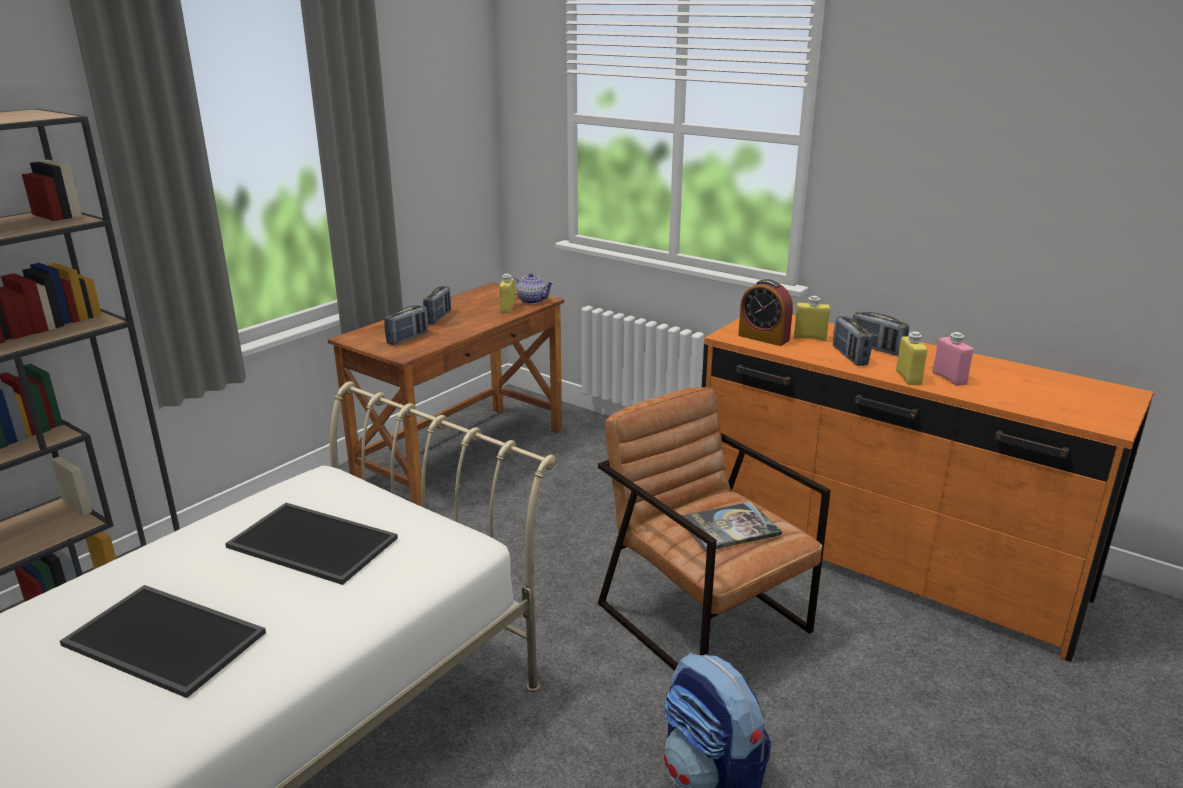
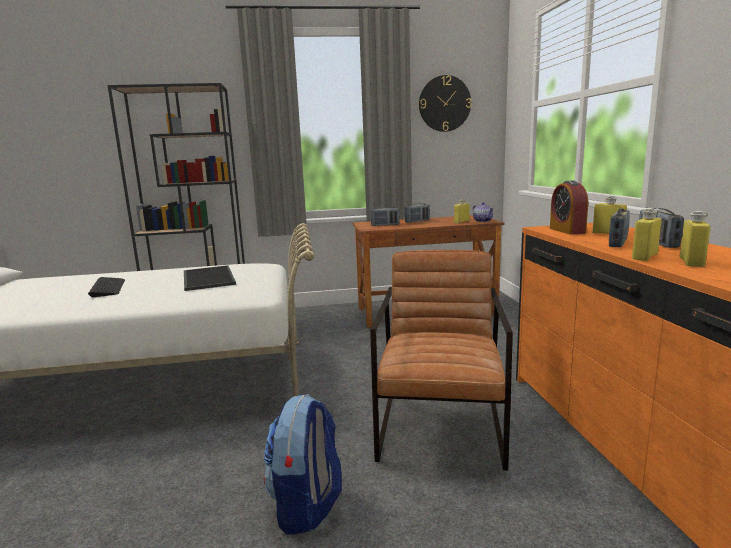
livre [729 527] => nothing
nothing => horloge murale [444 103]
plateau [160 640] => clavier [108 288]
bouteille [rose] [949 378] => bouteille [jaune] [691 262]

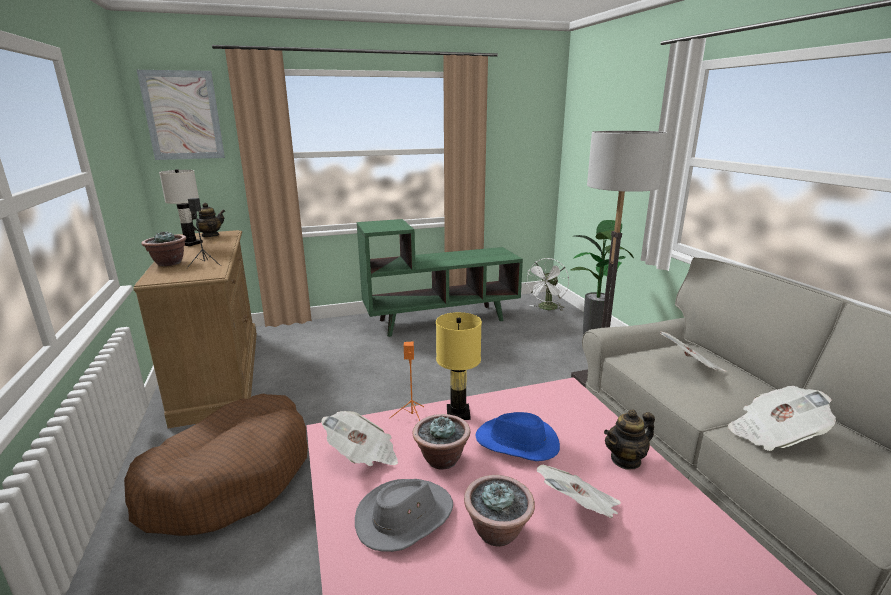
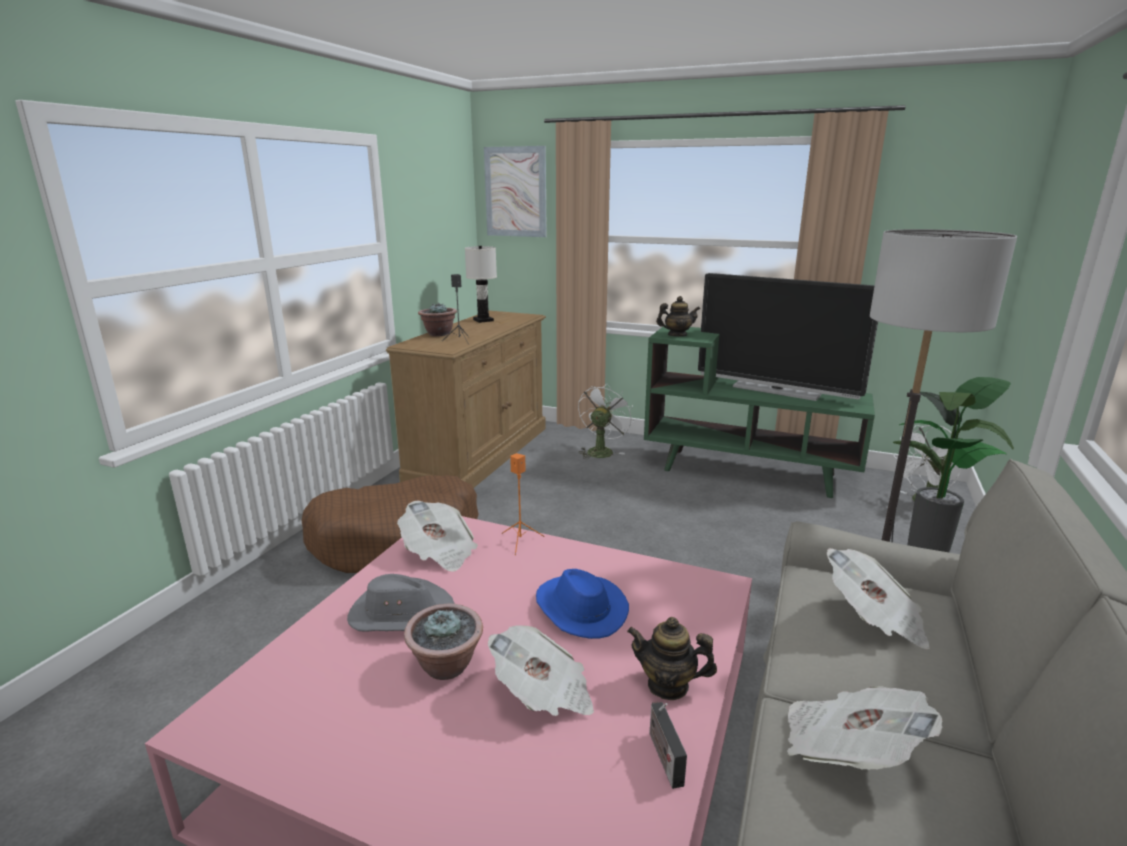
plante en pot [441 459] => nothing
lampe de table [jaune] [457 413] => nothing
nothing => ventilateur [blanc] [601 451]
nothing => radio [663 756]
nothing => téléviseur [776 390]
théière [210 236] => théière [677 335], relocated

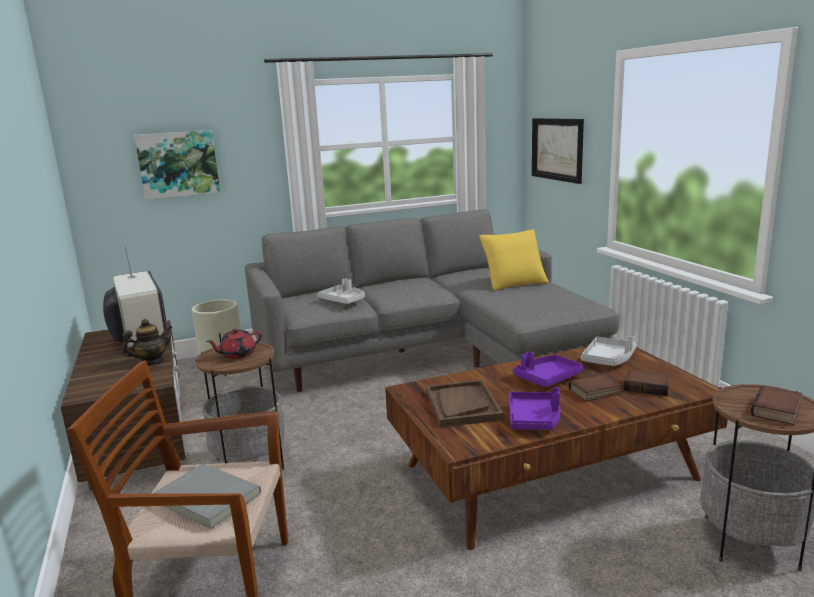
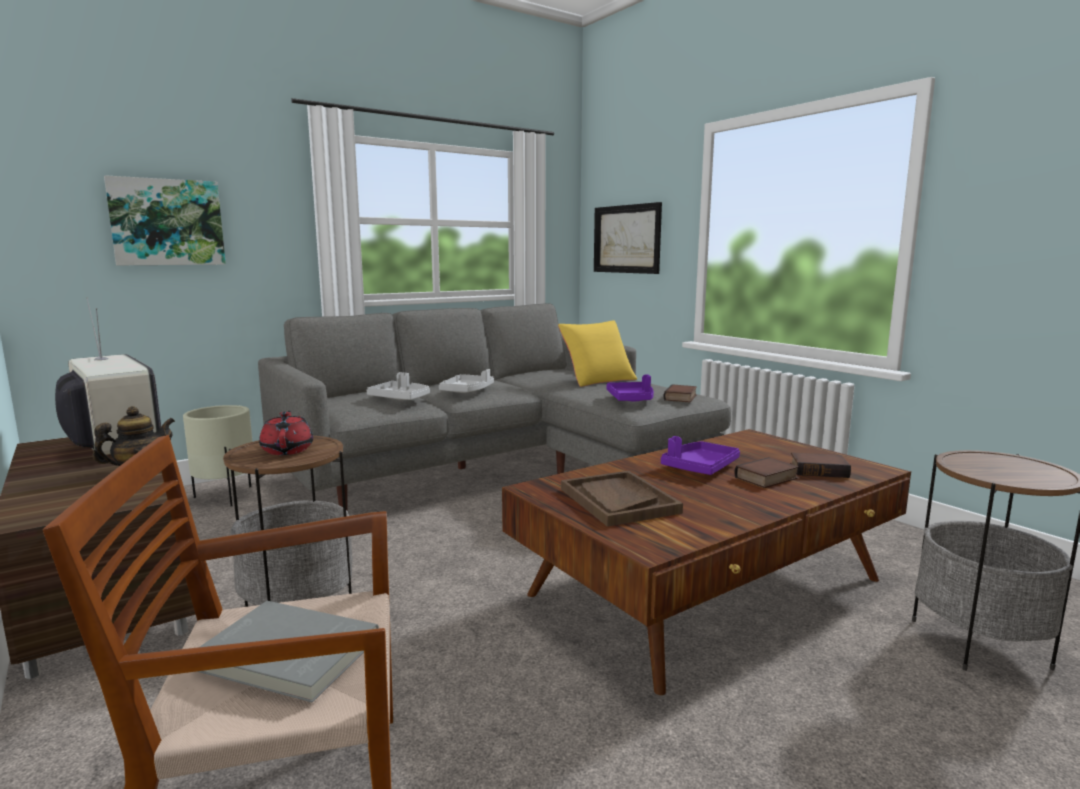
plateau [violet] [534 419] => plateau [violet] [631 399], relocated
plateau [gris] [608 359] => plateau [gris] [467 391], relocated
livre [778 411] => livre [681 398], relocated
théière [rouge] [237 354] => théière [rouge] [288 450], 120 degrees clockwise

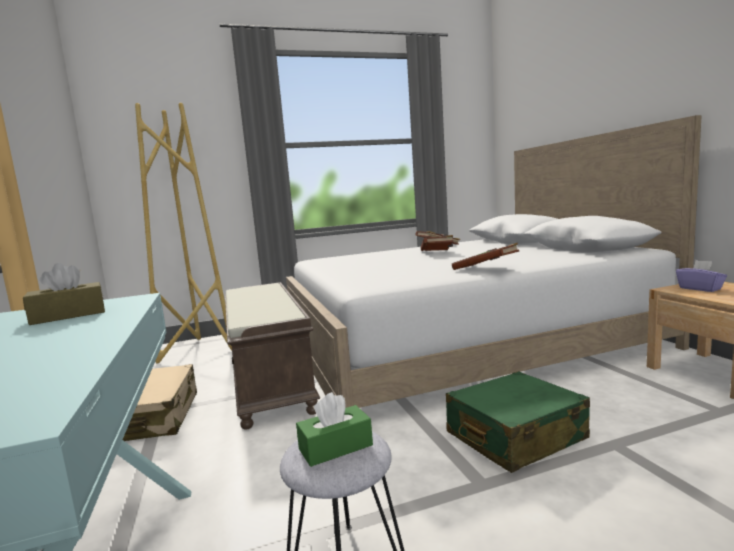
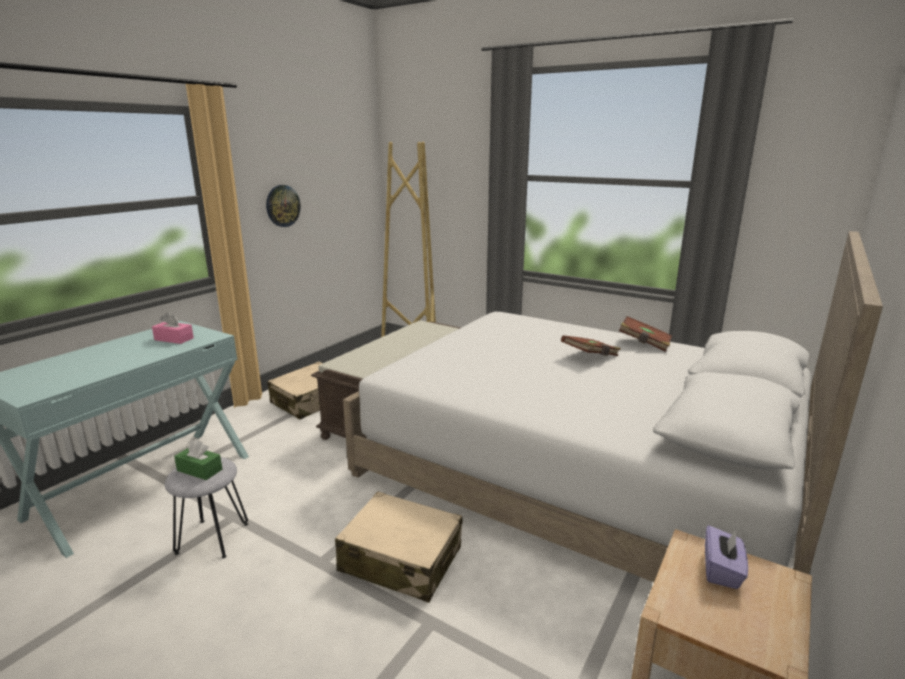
livre [marron] [485 269] => nothing
nothing => horloge murale [282 206]
boîte à mouchoirs [marron] [68 315] => boîte à mouchoirs [rose] [174 339]
valise [vert] [515 436] => valise [beige] [401 559]

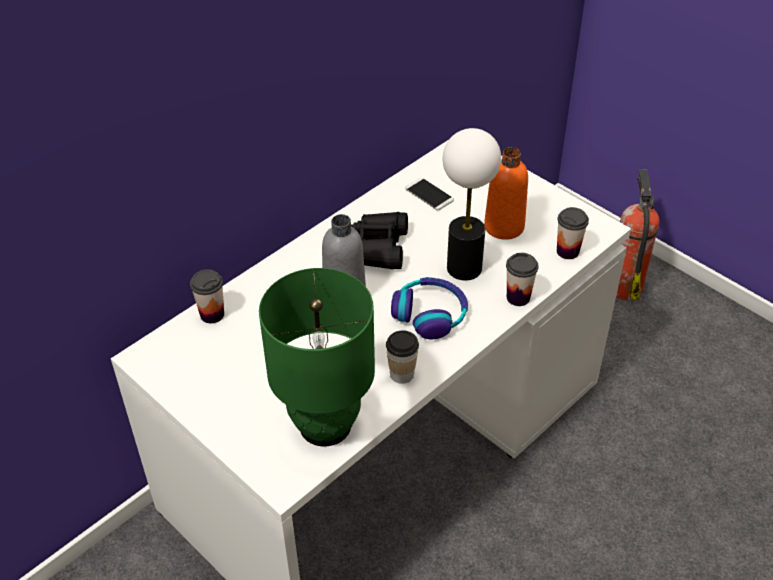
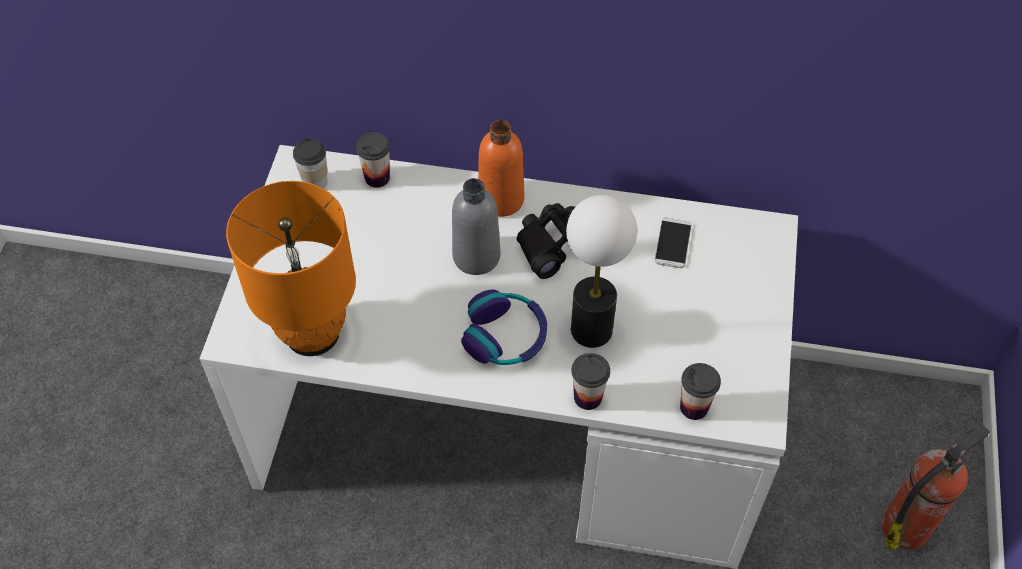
tasse [402 374] => tasse [315 182], relocated
bouteille [orange] [504 227] => bouteille [orange] [501 199], relocated
lampe de table [vert] [325 425] => lampe de table [orange] [313 333]

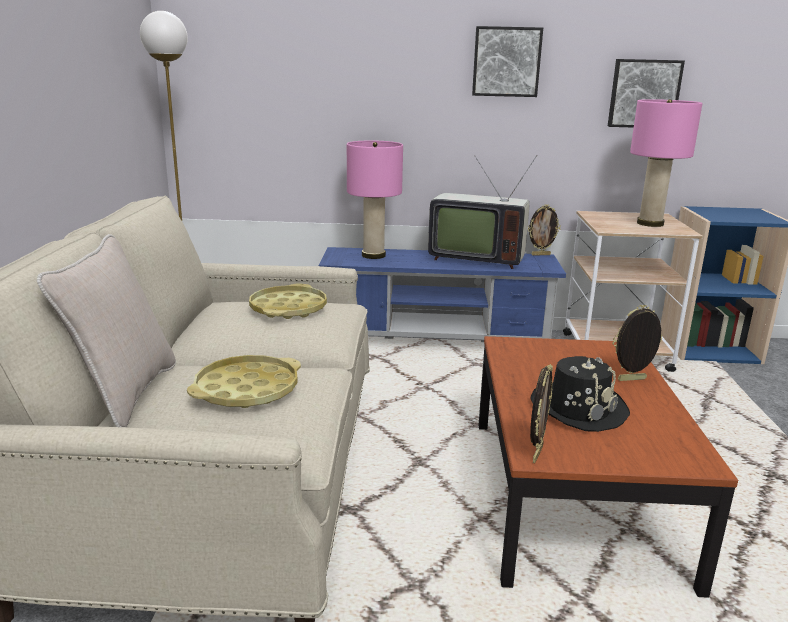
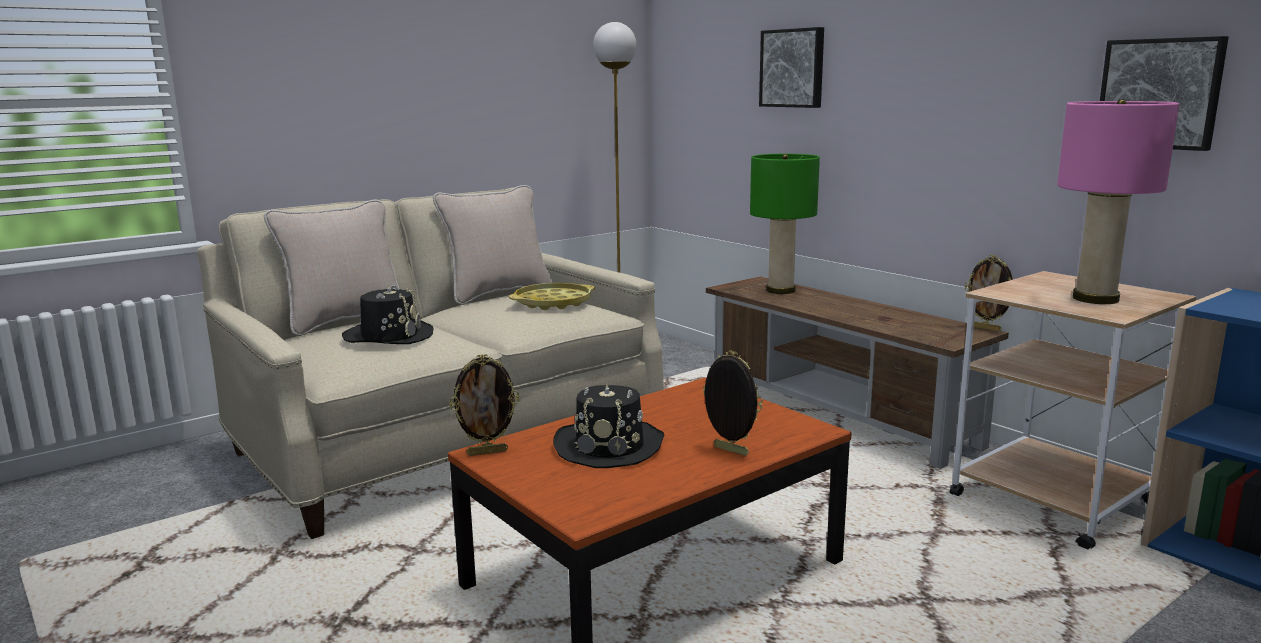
téléviseur [475 258] => nothing
nothing => coussin [beige] [497 294]
tableau [506 62] => tableau [793 68], relocated
plateau [jaune] [247 390] => chapeau [noir] [389 336]
meuble télé [bleu] [437 340] => meuble télé [marron] [837 414]
lampe de table [rose] [373 255] => lampe de table [vert] [780 290]

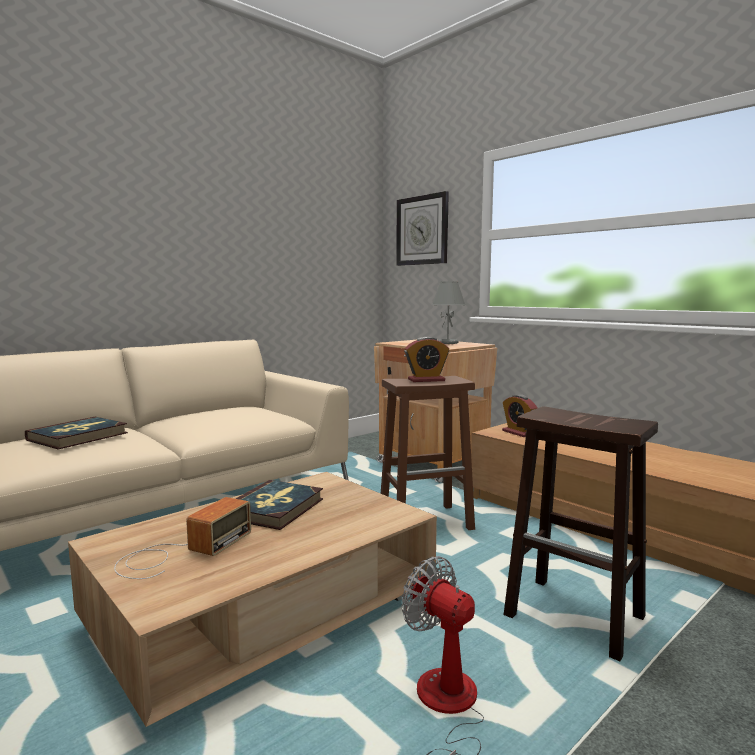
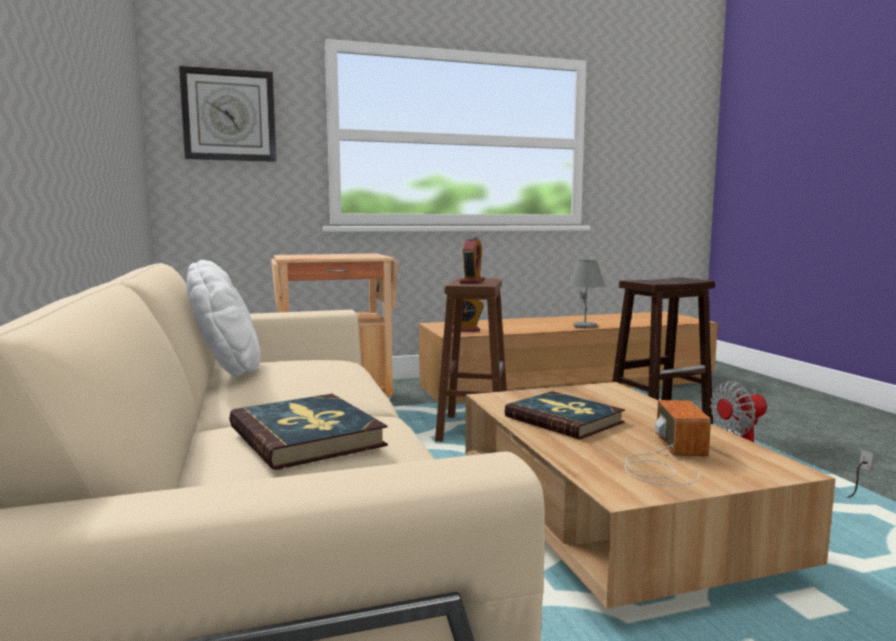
nothing => coussin [blanc] [227 372]
lampe de table [gris] [447 343] => lampe de table [gris] [585 326], relocated
radio [181 552] => radio [665 458], 45 degrees clockwise

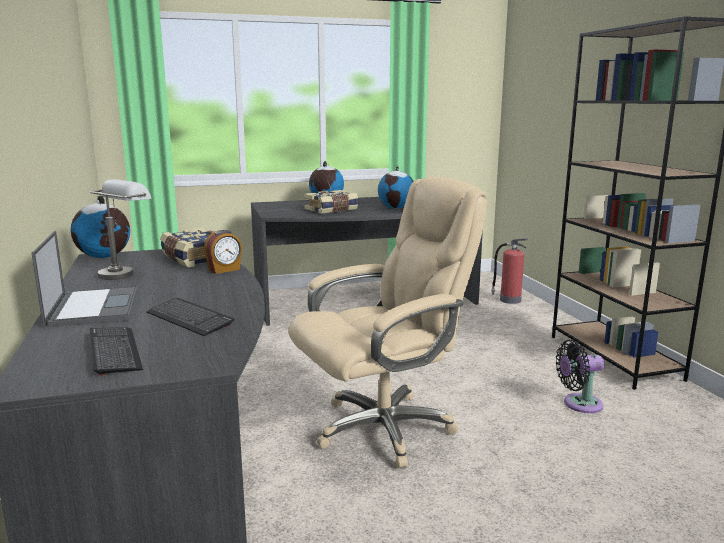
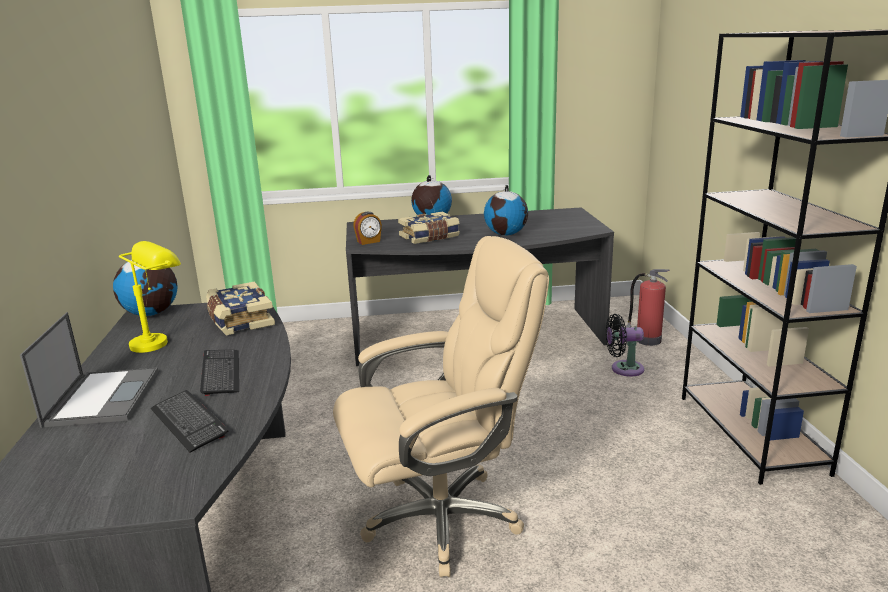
clavier [115 351] => clavier [221 373], relocated
réveil [224 270] => réveil [368 242], relocated
ventilateur [noir] [578 404] => ventilateur [noir] [623 369], relocated
lampe de table [gris] [125 272] => lampe de table [jaune] [160 340]

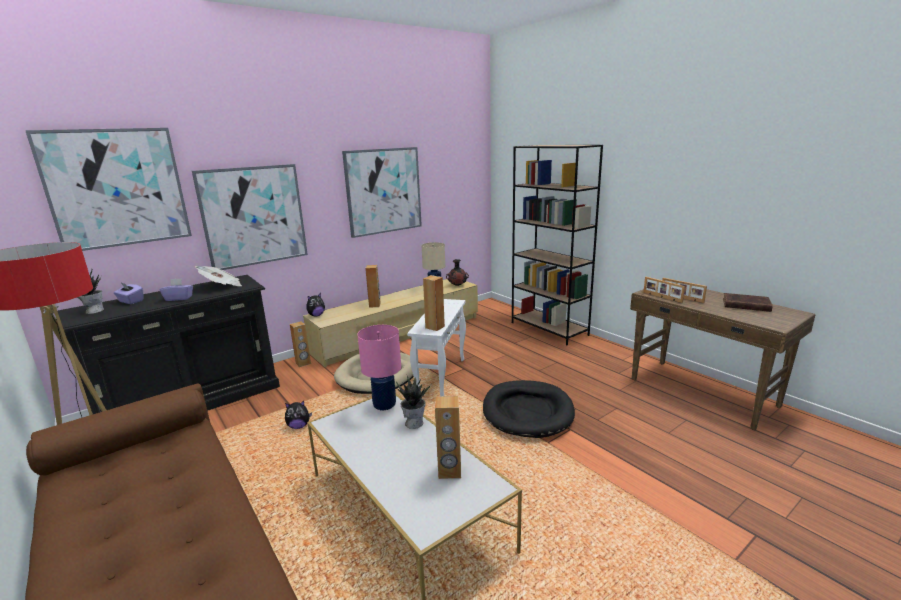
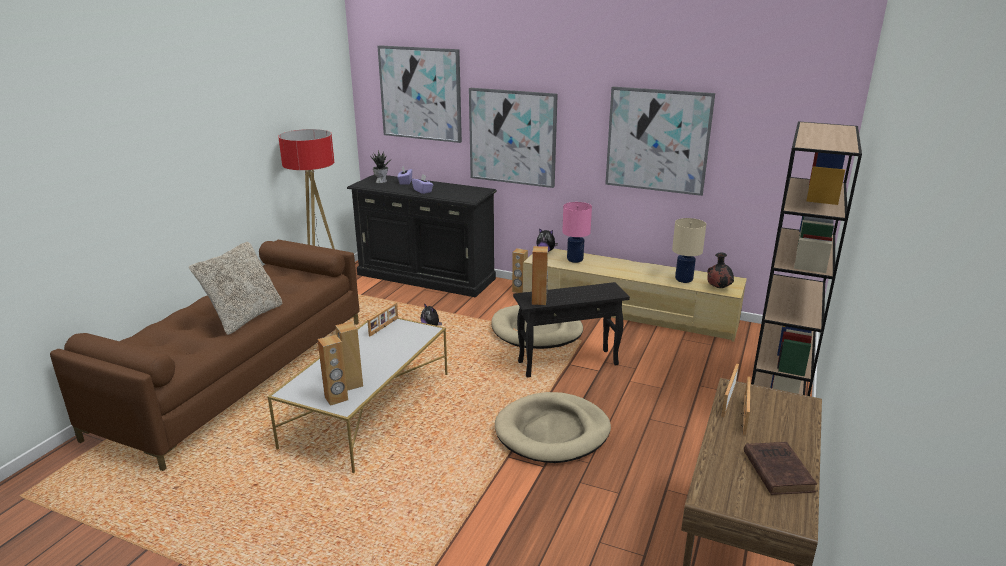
journal [222 286] => nothing
plante en pot [414 422] => nothing
nothing => coussin [beige] [244 316]
nothing => cadre photo [384 327]
lampe de table [rose] [384 406] => lampe de table [rose] [574 261], relocated
enceinte [marron] [375 305] => enceinte [marron] [336 399], relocated
table d'appoint [blanc] [441 377] => table d'appoint [noir] [568 363]
panier pour chien [noir] [527 411] => panier pour chien [beige] [552 432]

